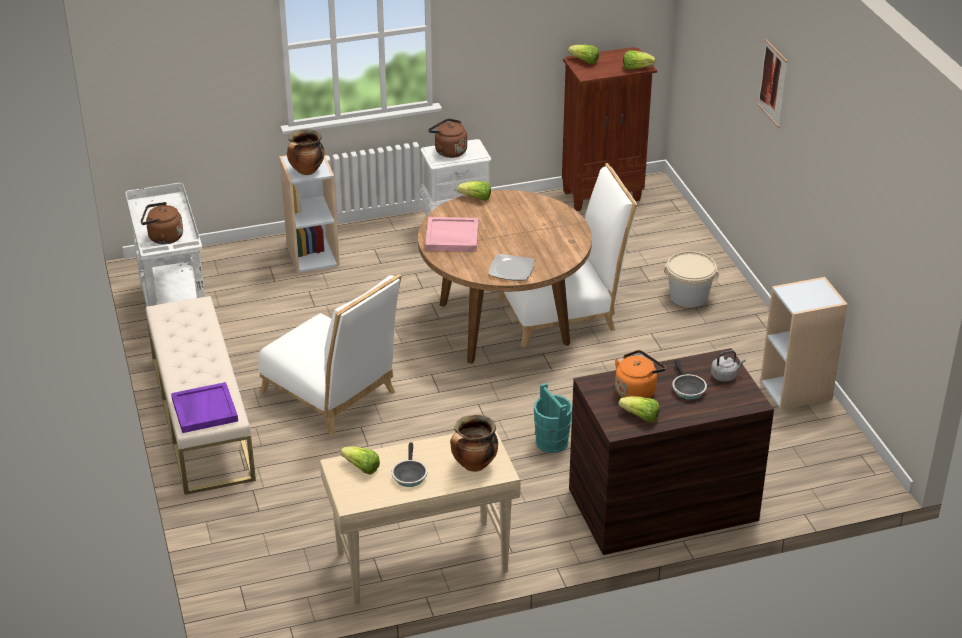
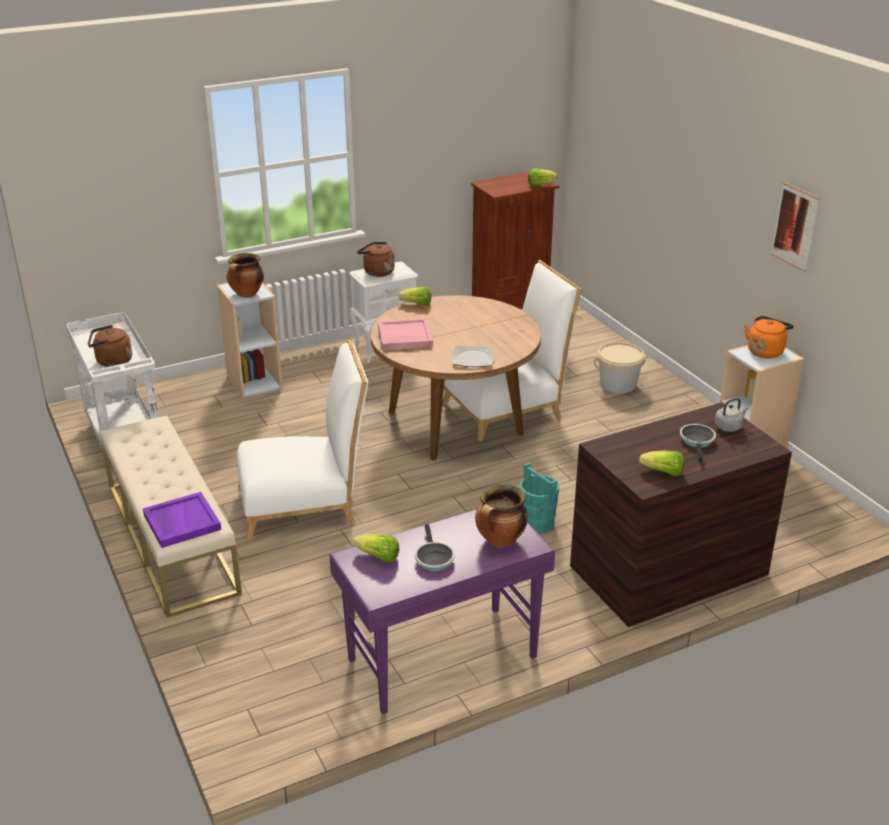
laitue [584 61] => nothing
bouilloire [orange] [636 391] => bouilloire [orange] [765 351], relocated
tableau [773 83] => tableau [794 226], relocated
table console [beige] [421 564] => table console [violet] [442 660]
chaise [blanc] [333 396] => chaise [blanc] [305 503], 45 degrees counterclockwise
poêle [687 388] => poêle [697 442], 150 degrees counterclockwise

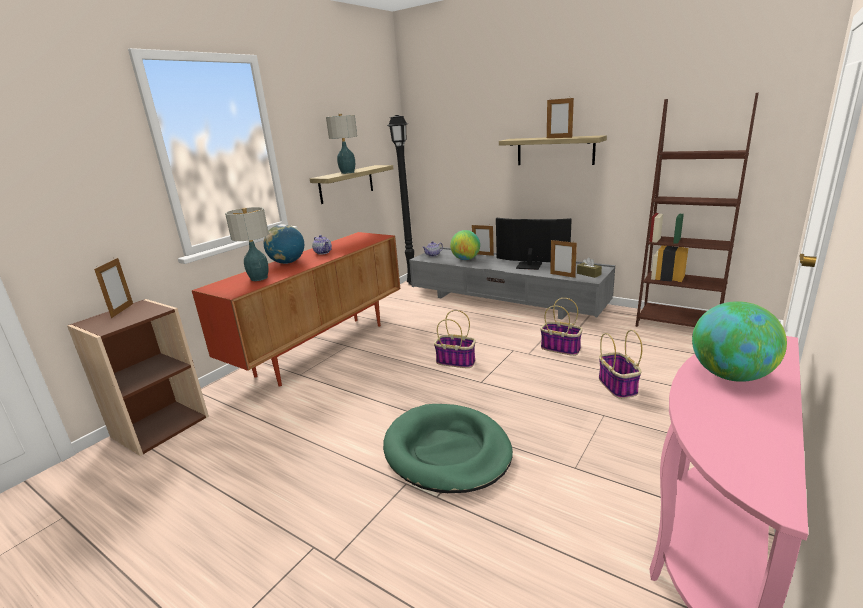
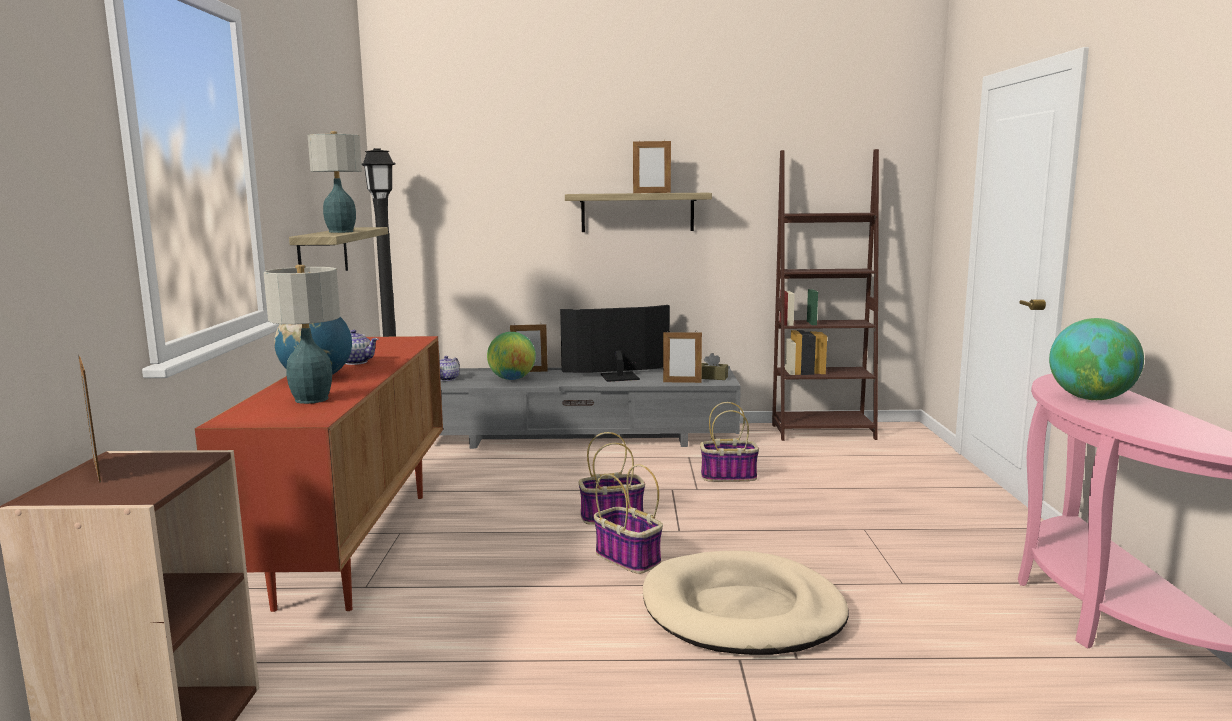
panier [618 386] => panier [629 558], relocated
panier pour chien [vert] [447 451] => panier pour chien [beige] [742 611]

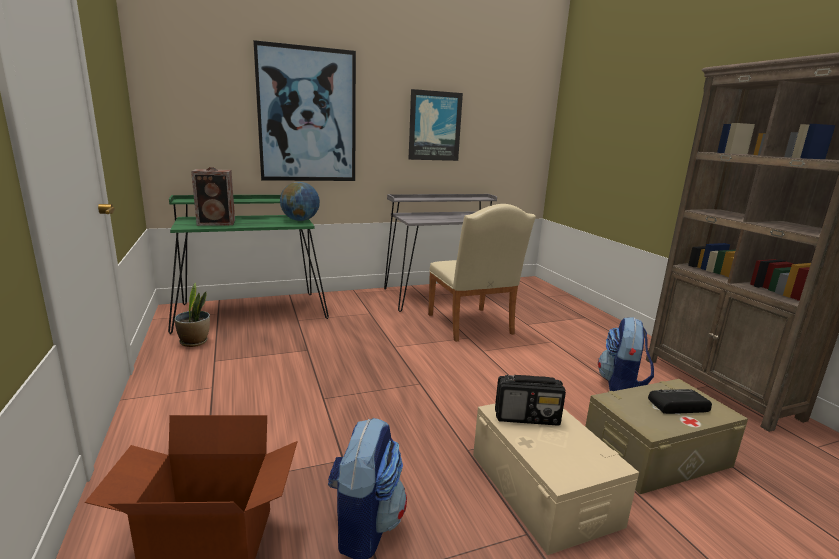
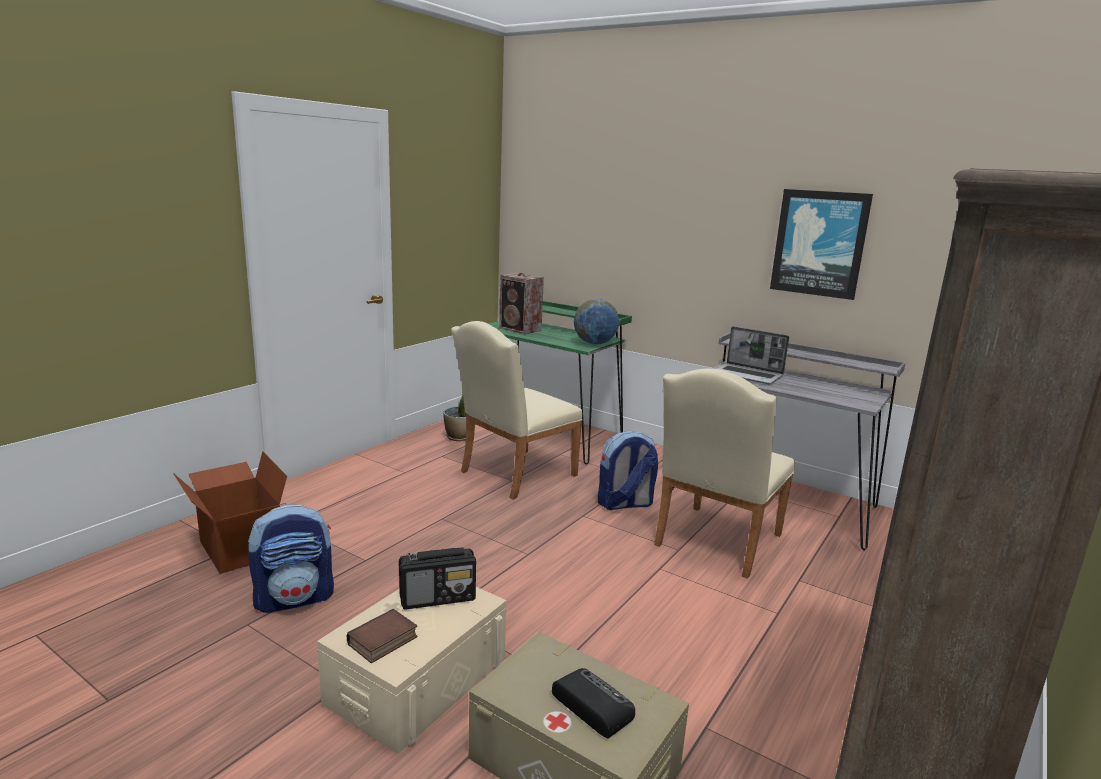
tableau [307 116] => nothing
nothing => livre [383 642]
nothing => chaise [beige] [512 475]
nothing => ordinateur portable [748 375]
sac à dos [621 386] => sac à dos [625 504], relocated
radio [527 417] => radio [438 598], 75 degrees counterclockwise

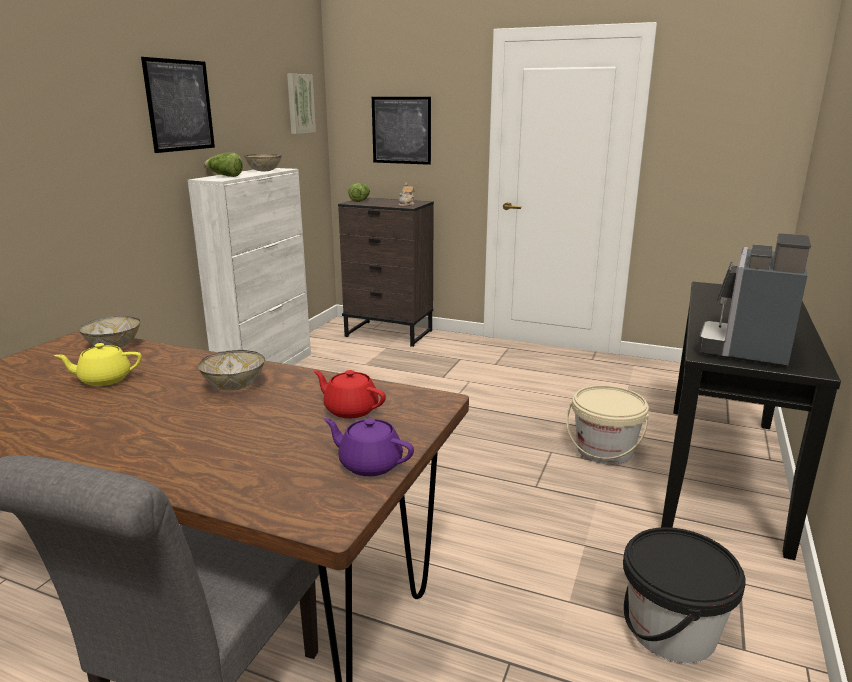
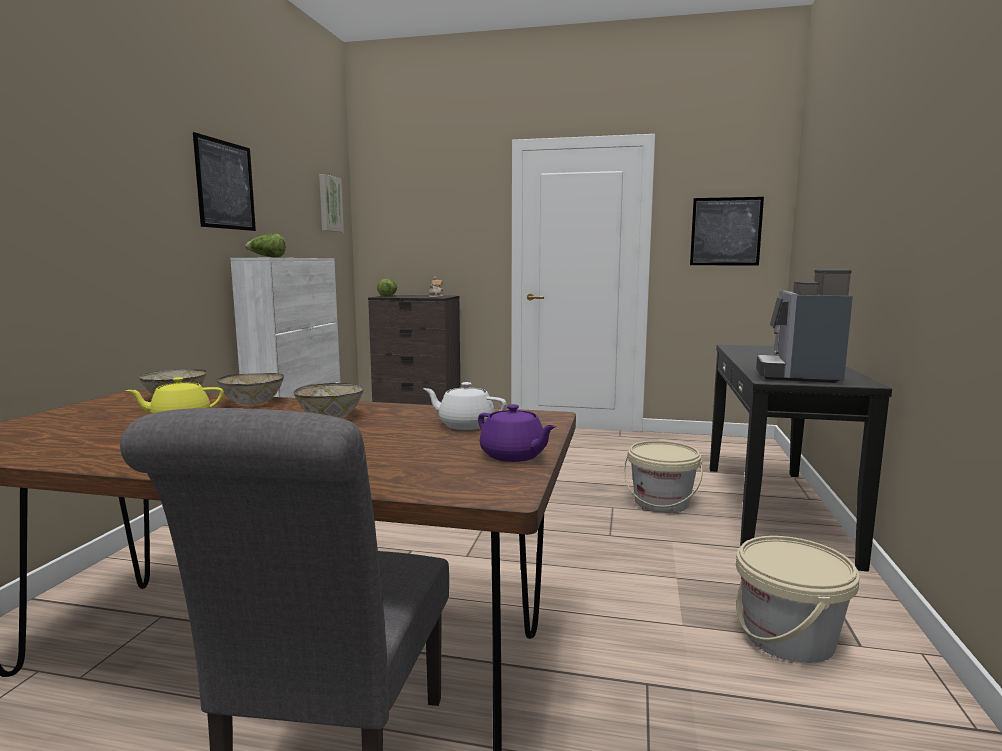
bol [264 171] => bol [253 403], relocated
tableau [401 130] => tableau [725 231], relocated
théière [rouge] [350 410] => théière [blanc] [465 425]
seau [noir] [671 630] => seau [beige] [788 637]
théière [violet] [369 464] => théière [violet] [513 456], 150 degrees counterclockwise

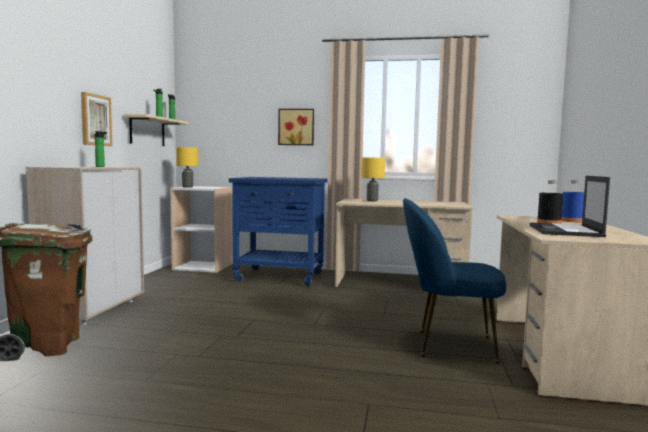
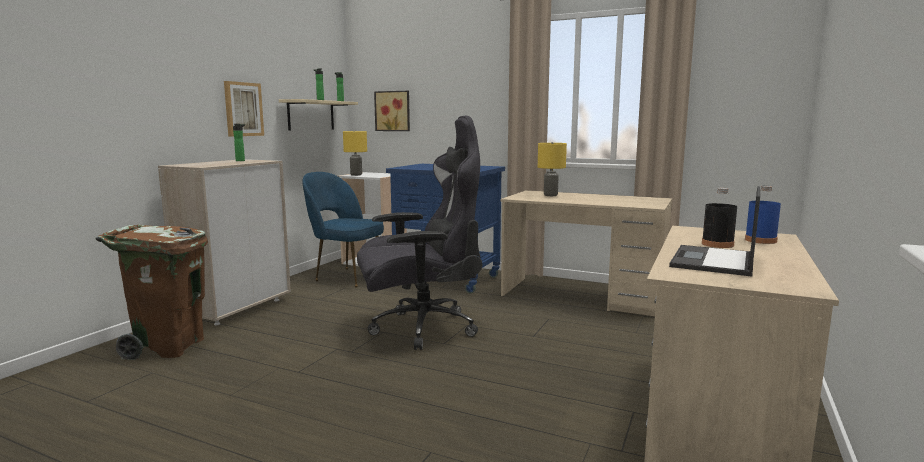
nothing => chaise de bureau [noir] [417 329]
tableau [296 127] => tableau [393 111], relocated
chaise [bleu] [448 345] => chaise [bleu] [346 277], relocated

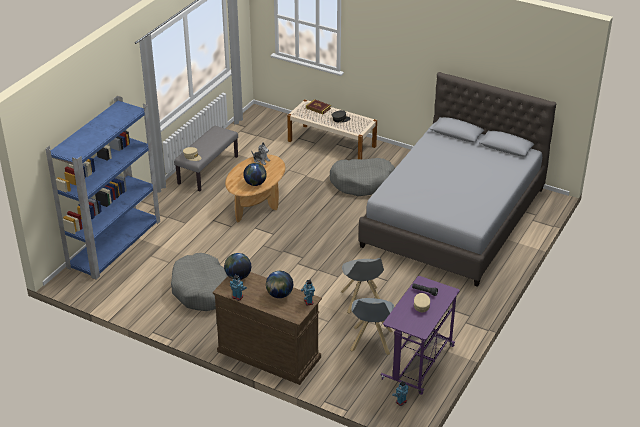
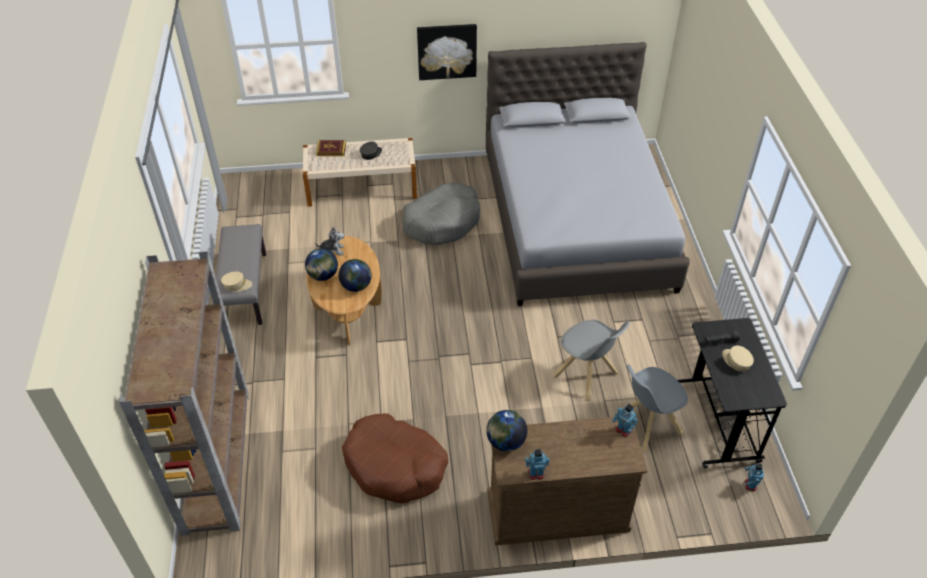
nothing => tableau [447 51]
globe [279 295] => globe [323 276], relocated
bibliothèque [bleu] [114 244] => bibliothèque [marron] [217 460]
panier pour chien [gris] [202 290] => panier pour chien [marron] [395 465]
bureau [violet] [418 362] => bureau [noir] [717 423]
chaise [gris] [371 342] => chaise [gris] [646 424], 90 degrees clockwise

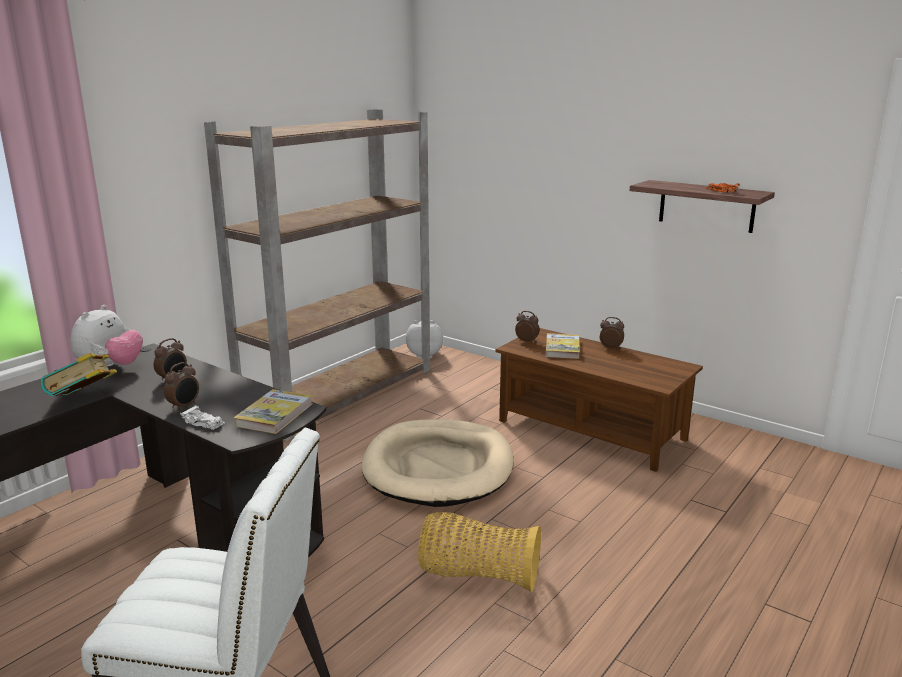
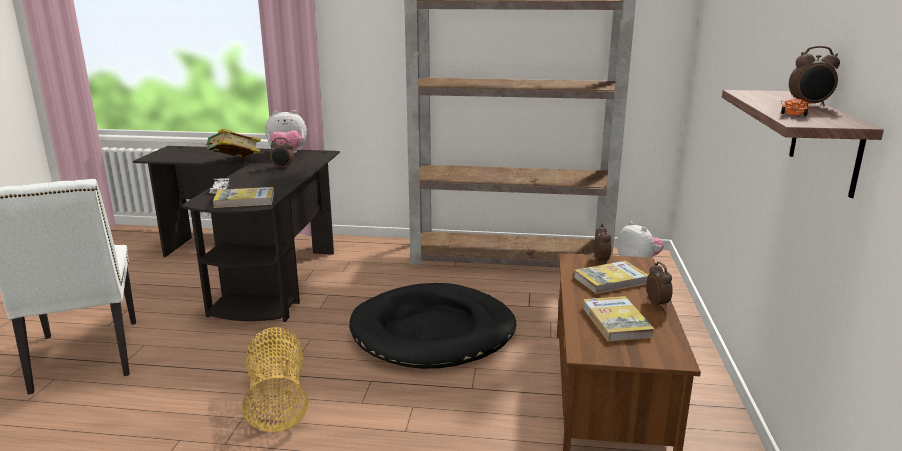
nothing => livre [616 322]
réveil [184 406] => réveil [809 105], relocated
panier pour chien [beige] [438 467] => panier pour chien [noir] [433 332]

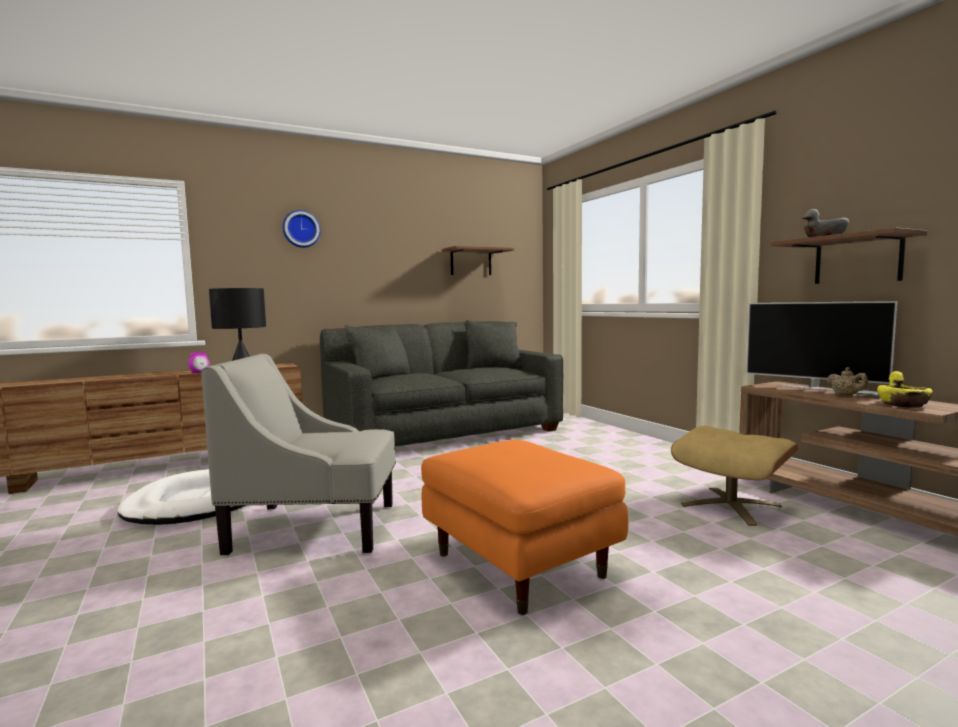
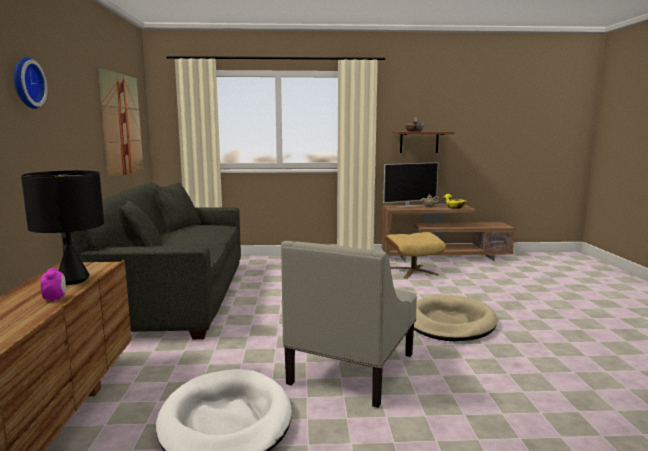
pouf [orange] [517 564] => panier pour chien [beige] [450 323]
étagère [marron] [471 262] => tableau [122 124]

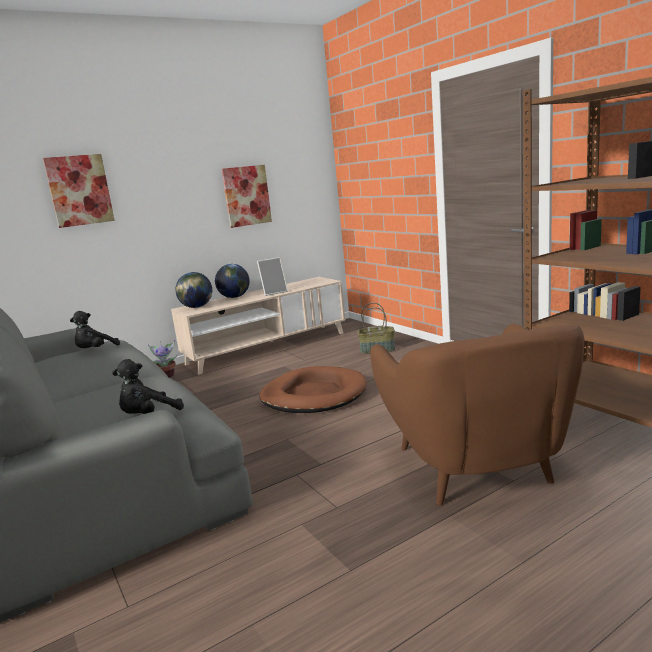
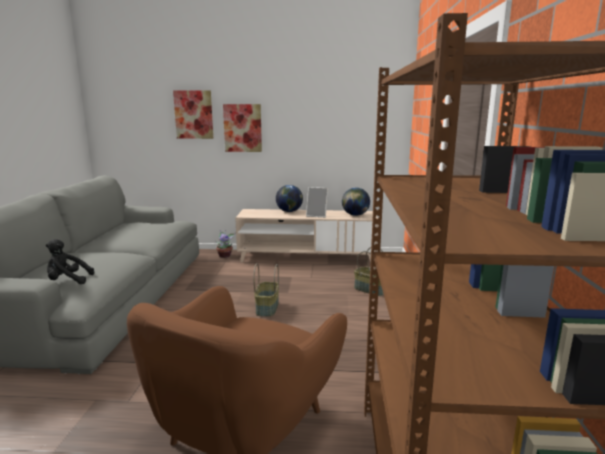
peluche [noir] [95 351] => nothing
globe [196 307] => globe [355 215], relocated
tableau [246 196] => tableau [242 128], relocated
panier pour chien [marron] [313 395] => panier [266 308]

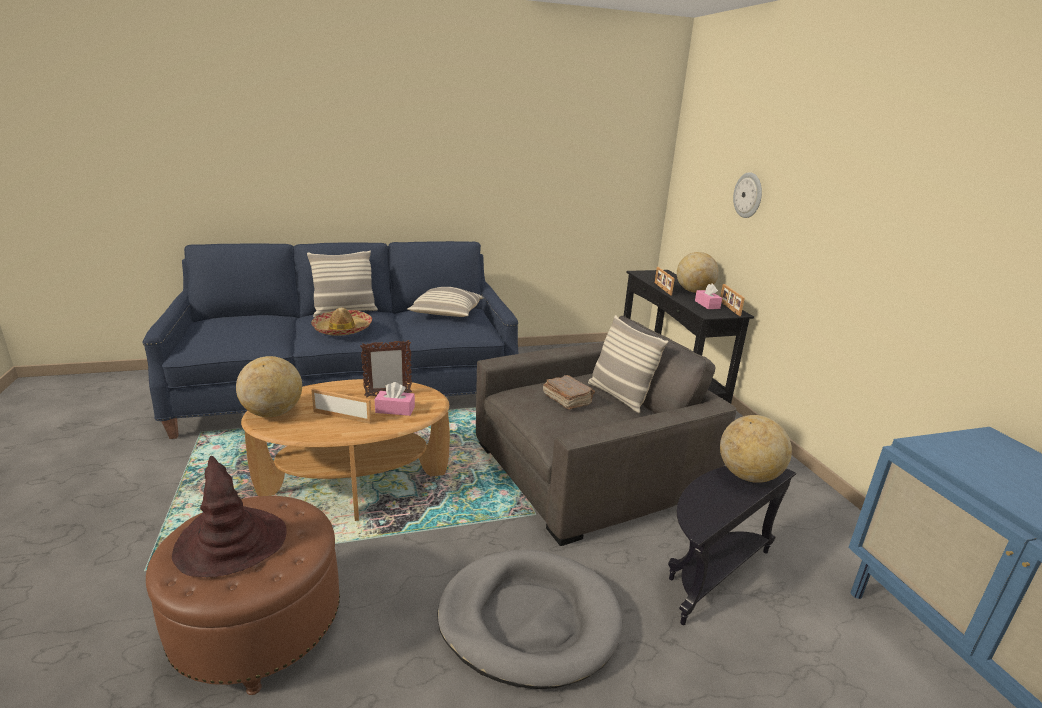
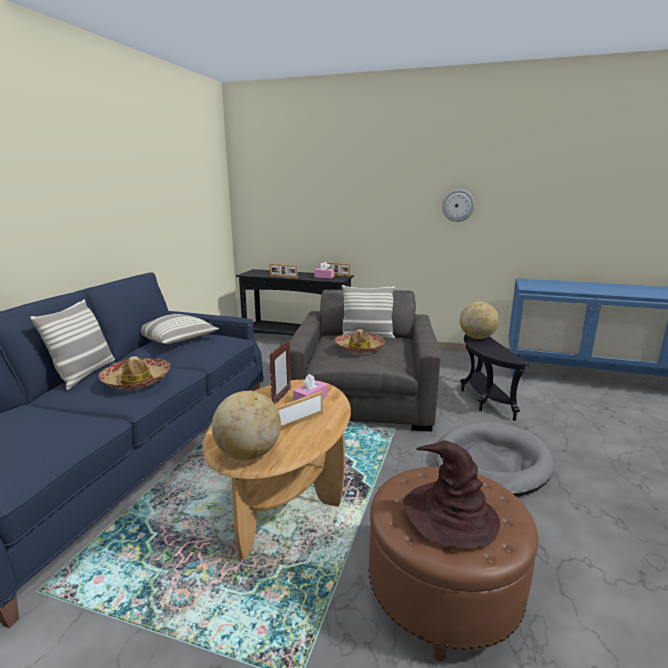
globe [694 291] => nothing
horloge murale [748 195] => horloge murale [458 205], relocated
livre [marron] [567 399] => chapeau [359 348]

